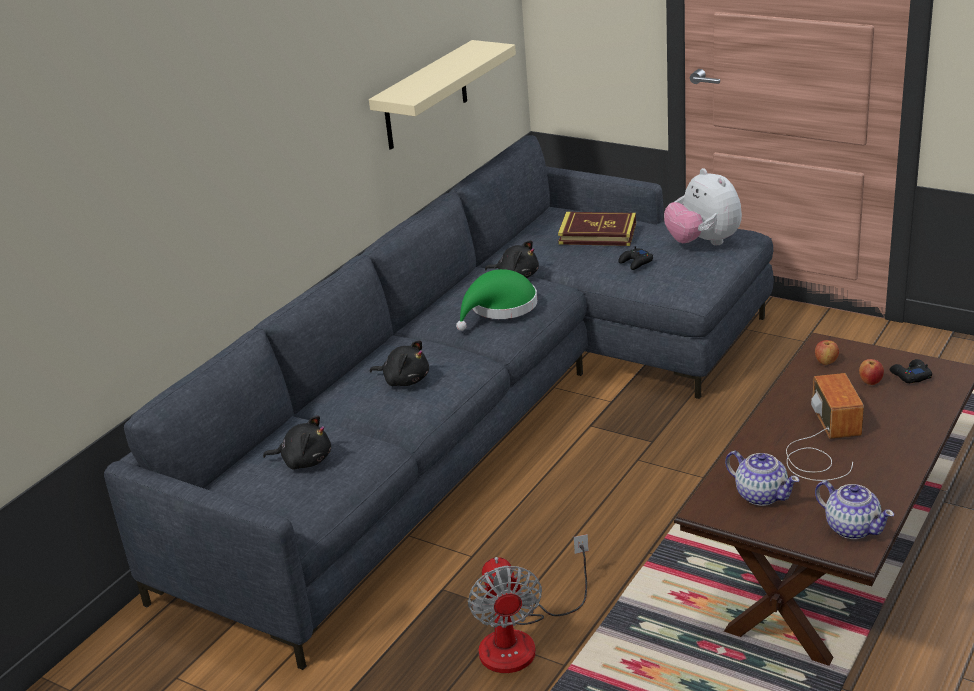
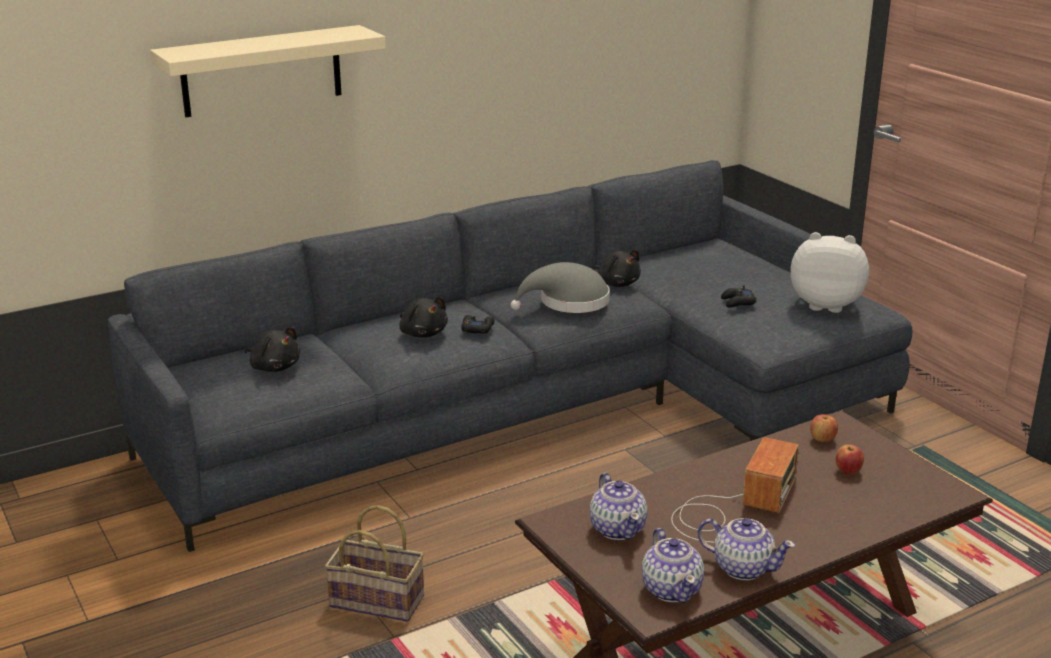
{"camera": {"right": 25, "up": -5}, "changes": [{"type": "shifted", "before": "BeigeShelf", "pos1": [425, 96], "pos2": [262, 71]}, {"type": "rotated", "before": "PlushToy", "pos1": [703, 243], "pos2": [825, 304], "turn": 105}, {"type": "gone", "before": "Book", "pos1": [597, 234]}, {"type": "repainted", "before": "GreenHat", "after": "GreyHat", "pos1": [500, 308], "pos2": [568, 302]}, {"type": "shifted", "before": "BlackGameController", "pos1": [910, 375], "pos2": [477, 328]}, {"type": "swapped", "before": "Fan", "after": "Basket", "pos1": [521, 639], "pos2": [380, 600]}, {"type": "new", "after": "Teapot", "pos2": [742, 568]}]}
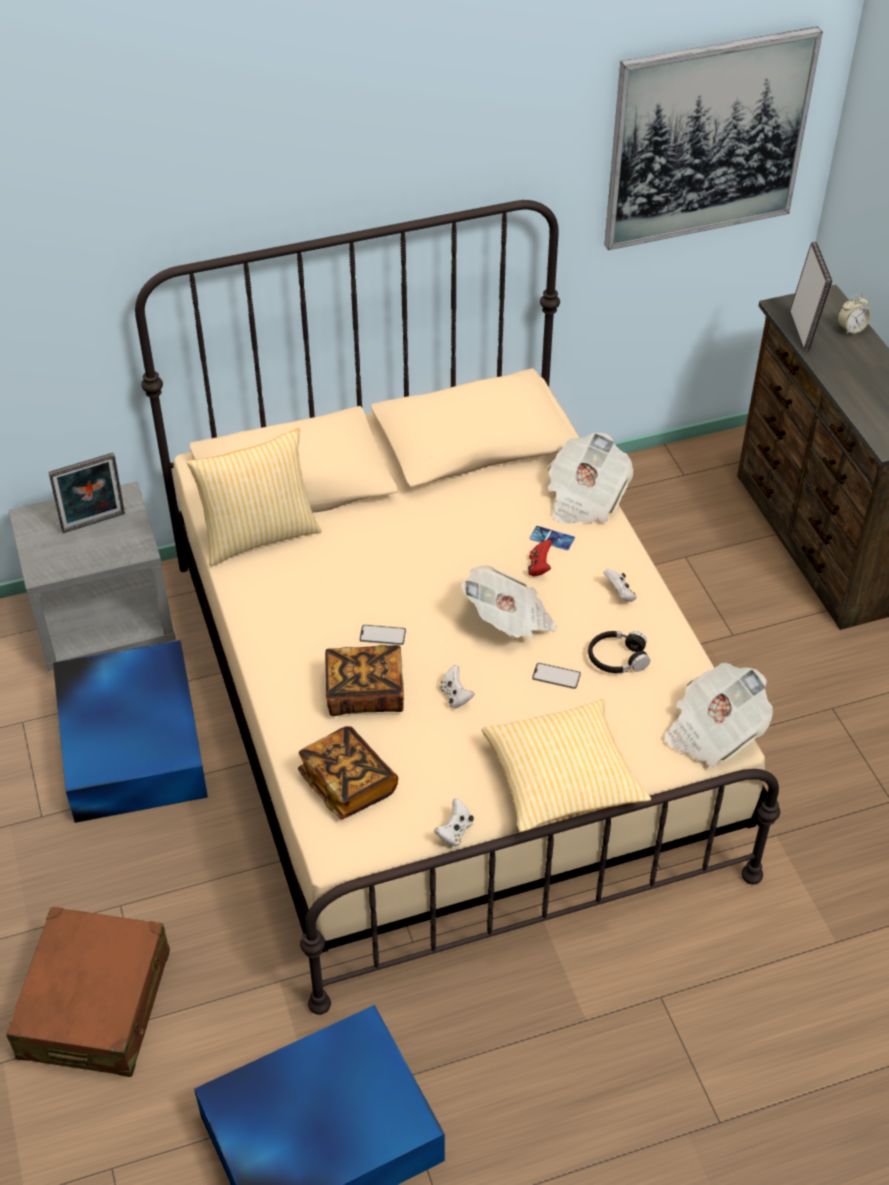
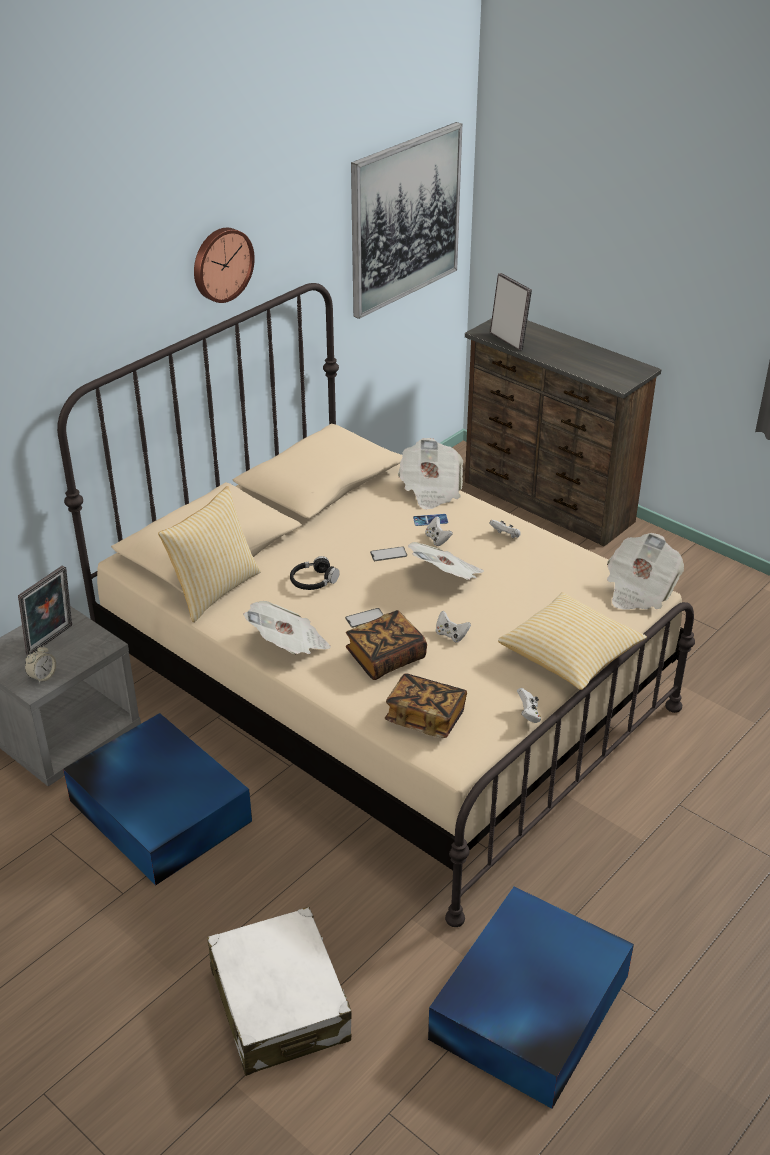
{"camera": {"right": -30, "up": -10}, "changes": [{"type": "shifted", "before": "AlarmClock", "pos1": [851, 329], "pos2": [42, 677]}, {"type": "repainted", "before": "RedGameController", "after": "WhiteGameController", "pos1": [539, 567], "pos2": [437, 539]}, {"type": "shifted", "before": "BlackHeadphones", "pos1": [617, 658], "pos2": [313, 581]}, {"type": "shifted", "before": "Phone", "pos1": [556, 676], "pos2": [388, 554]}, {"type": "repainted", "before": "BrownSuitcase", "after": "WhiteSuitcase", "pos1": [96, 1004], "pos2": [279, 1004]}, {"type": "new", "after": "WallClock", "pos2": [221, 264]}, {"type": "new", "after": "Newspaper", "pos2": [289, 645]}]}
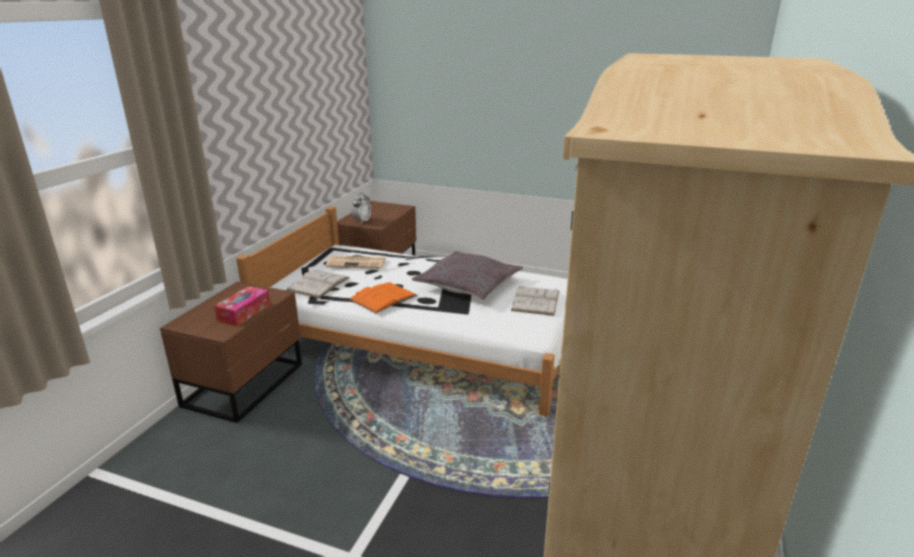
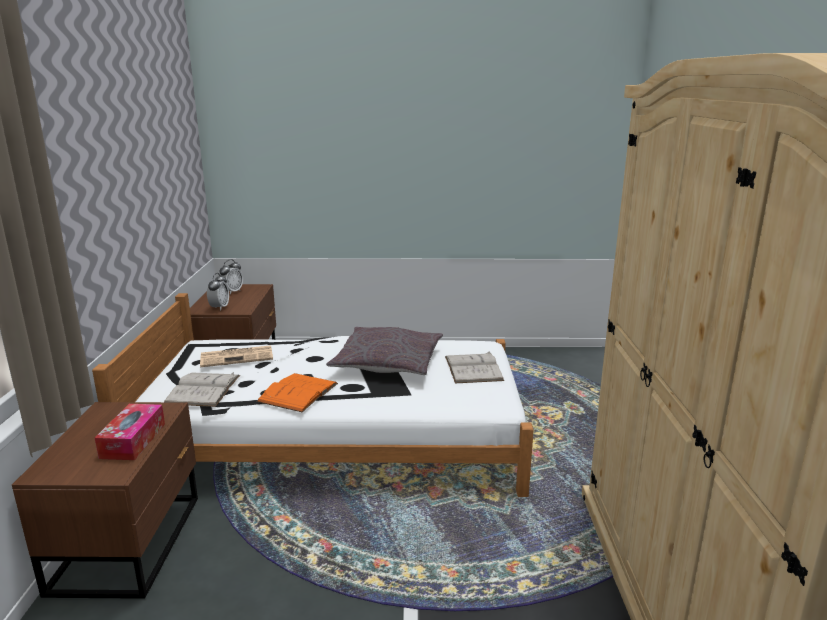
{"camera": {"right": -20, "up": -5}, "changes": [{"type": "new", "after": "AlarmClock", "pos2": [232, 292]}]}
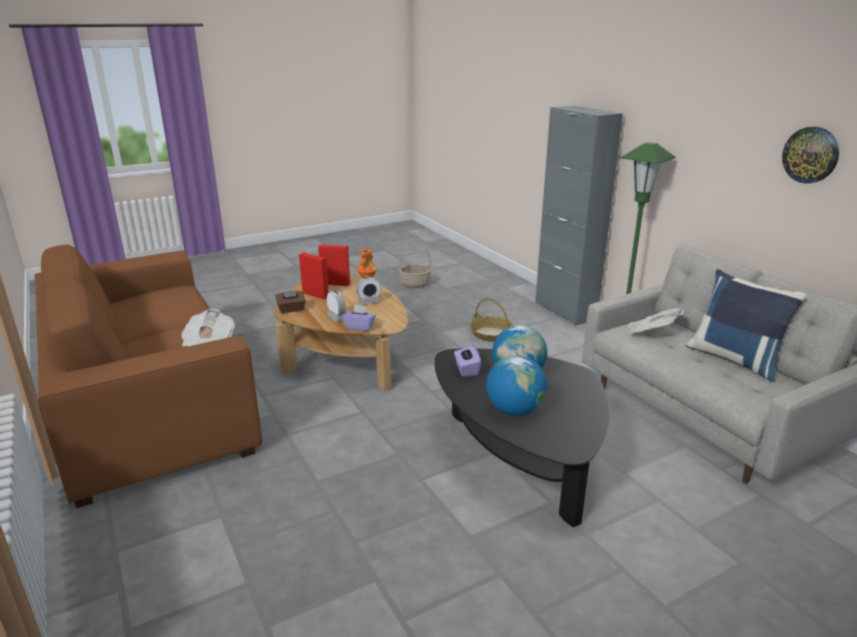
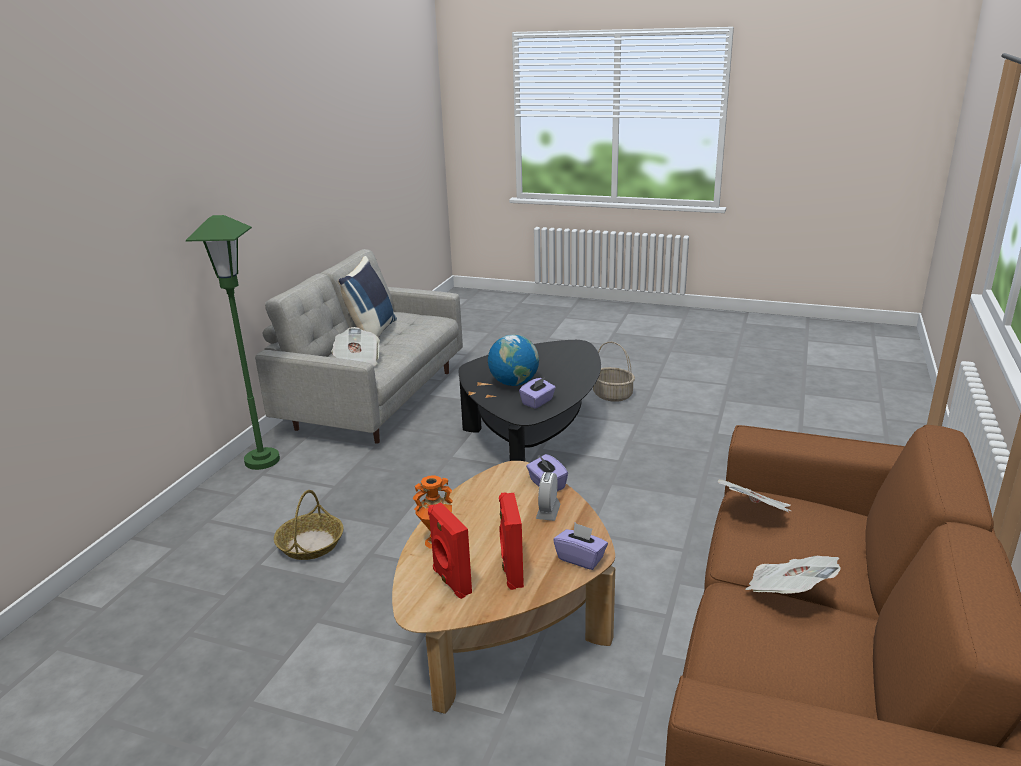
{"camera": {"right": -130, "up": 0}, "changes": [{"type": "gone", "before": "GreyCabinet", "pos1": [565, 311]}, {"type": "gone", "before": "WallClock", "pos1": [810, 155]}, {"type": "shifted", "before": "Basket", "pos1": [415, 284], "pos2": [612, 395]}, {"type": "gone", "before": "AlarmClock", "pos1": [369, 302]}, {"type": "repainted", "before": "BrownTissueBox", "after": "PurpleTissueBox", "pos1": [291, 309], "pos2": [580, 558]}, {"type": "gone", "before": "Globe", "pos1": [514, 410]}, {"type": "new", "after": "Newspaper", "pos2": [788, 592]}]}
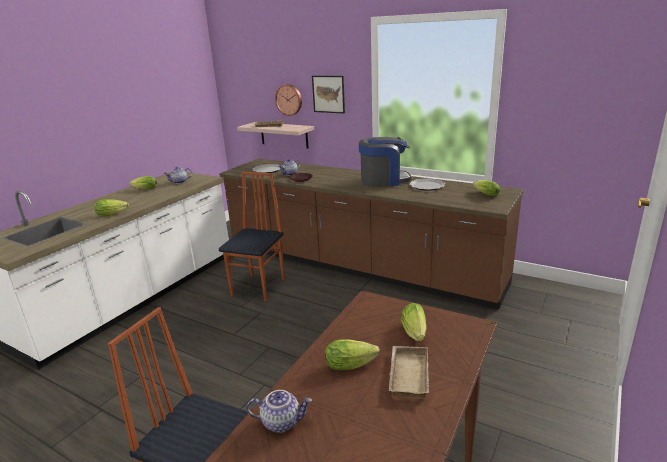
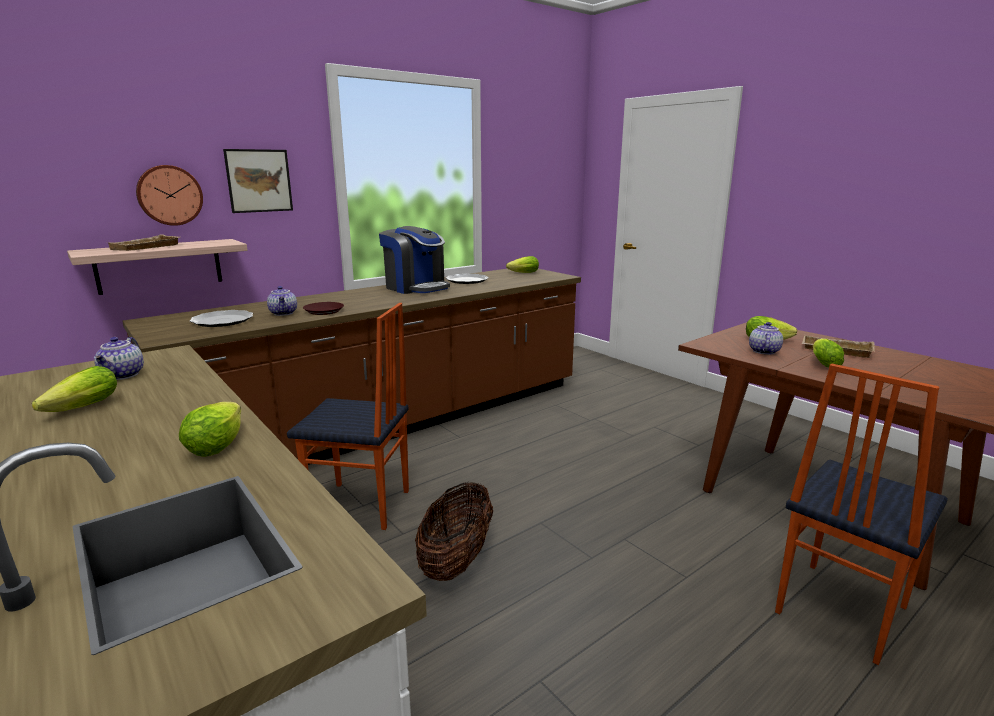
{"camera": {"right": -70, "up": -5}, "changes": [{"type": "rotated", "before": "CoffeeMachine", "pos1": [384, 180], "pos2": [416, 287], "turn": 120}, {"type": "rotated", "before": "Chair", "pos1": [259, 287], "pos2": [360, 507], "turn": 150}, {"type": "shifted", "before": "Teapot", "pos1": [281, 422], "pos2": [763, 351]}, {"type": "new", "after": "Basket", "pos2": [456, 560]}]}
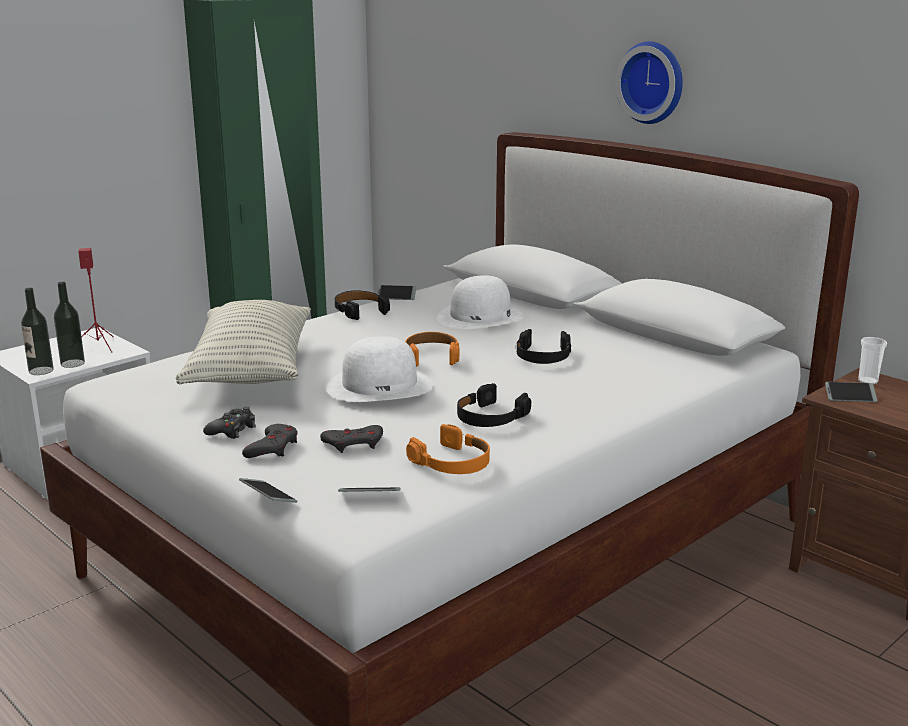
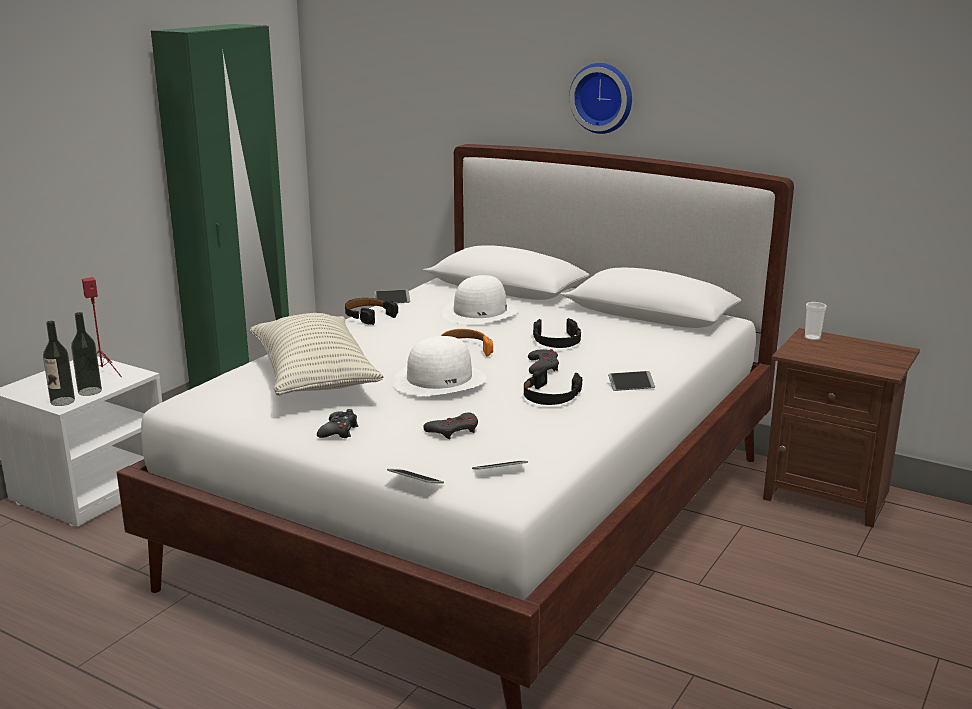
{"camera": {"right": -15, "up": 0}, "changes": [{"type": "shifted", "before": "Phone", "pos1": [850, 397], "pos2": [631, 385]}, {"type": "shifted", "before": "GreyGameController", "pos1": [272, 447], "pos2": [543, 366]}, {"type": "gone", "before": "OrangeHeadphones", "pos1": [452, 462]}]}
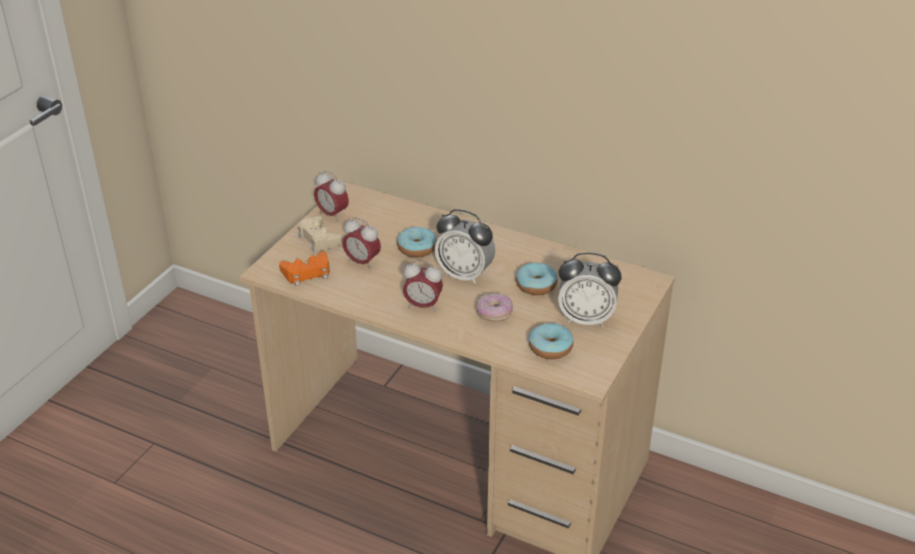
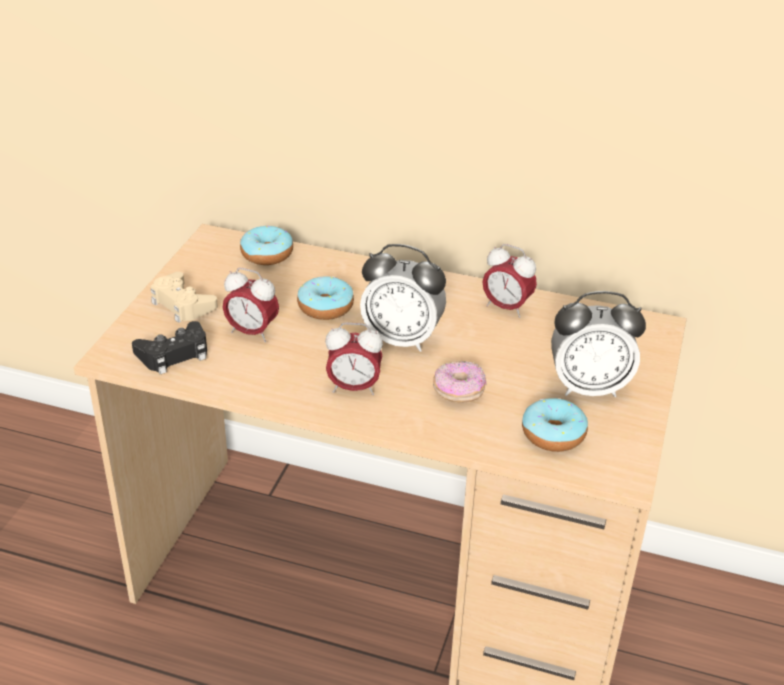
{"camera": {"right": -10, "up": 0}, "changes": [{"type": "shifted", "before": "AlarmClock", "pos1": [332, 214], "pos2": [506, 308]}, {"type": "repainted", "before": "OrangeGameController", "after": "BlackGameController", "pos1": [307, 273], "pos2": [174, 354]}, {"type": "shifted", "before": "Donut", "pos1": [536, 285], "pos2": [267, 254]}]}
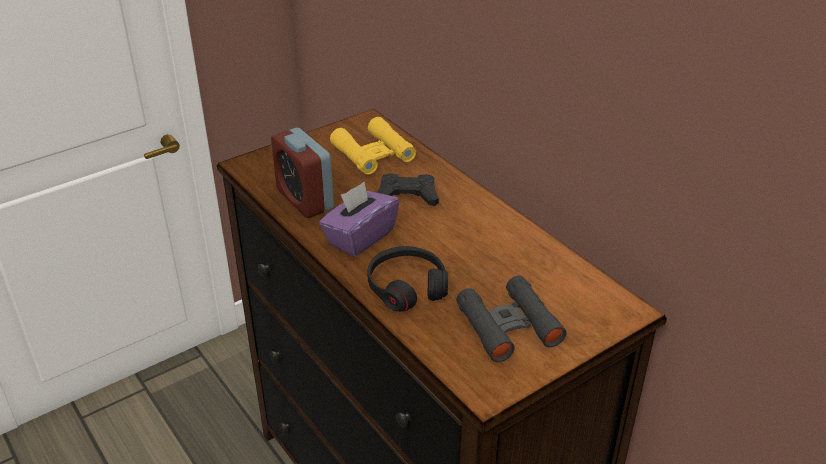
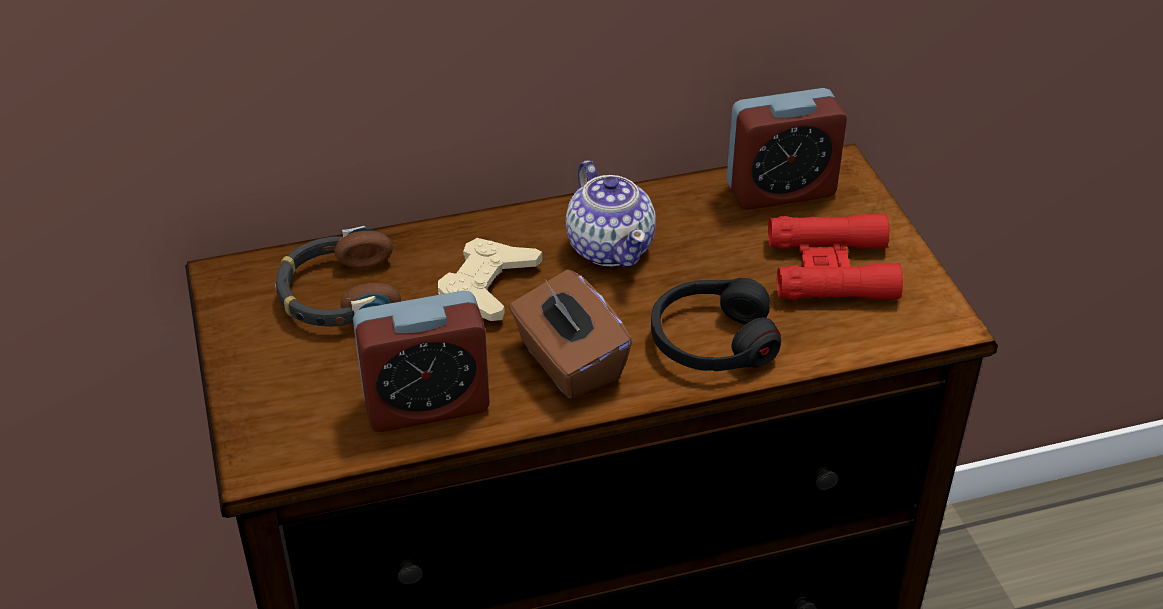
{"camera": {"right": -70, "up": 5}, "changes": [{"type": "swapped", "before": "YellowBinoculars", "after": "Headphones", "pos1": [373, 153], "pos2": [338, 294]}, {"type": "repainted", "before": "BlackGameController", "after": "BeigeGameController", "pos1": [407, 196], "pos2": [487, 286]}, {"type": "repainted", "before": "PurpleTissueBox", "after": "BrownTissueBox", "pos1": [360, 237], "pos2": [568, 362]}, {"type": "repainted", "before": "BlackBinoculars", "after": "RedBinoculars", "pos1": [508, 326], "pos2": [831, 270]}, {"type": "new", "after": "AlarmClock", "pos2": [780, 190]}, {"type": "new", "after": "Teapot", "pos2": [610, 247]}]}
